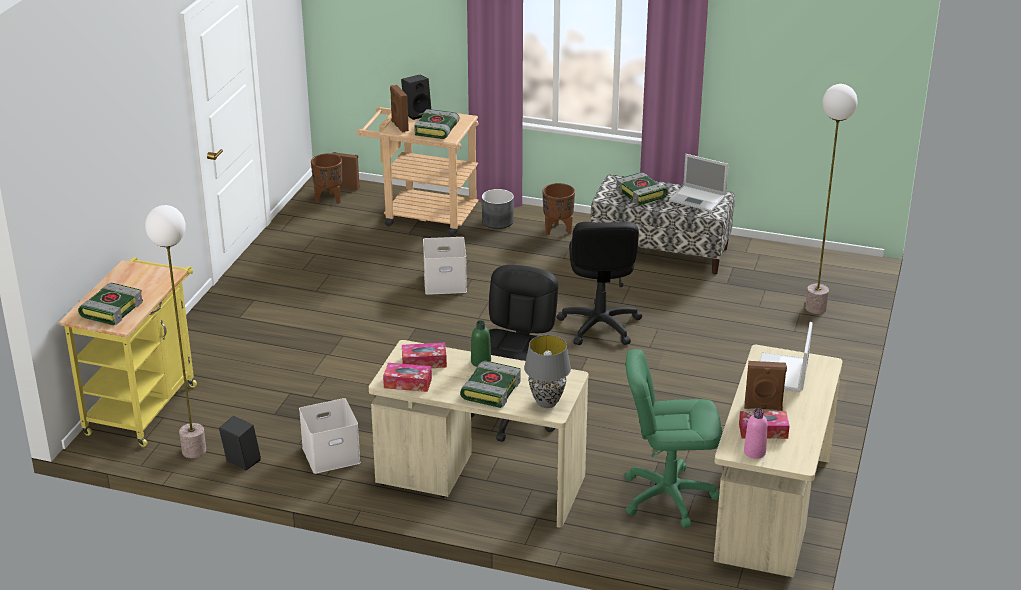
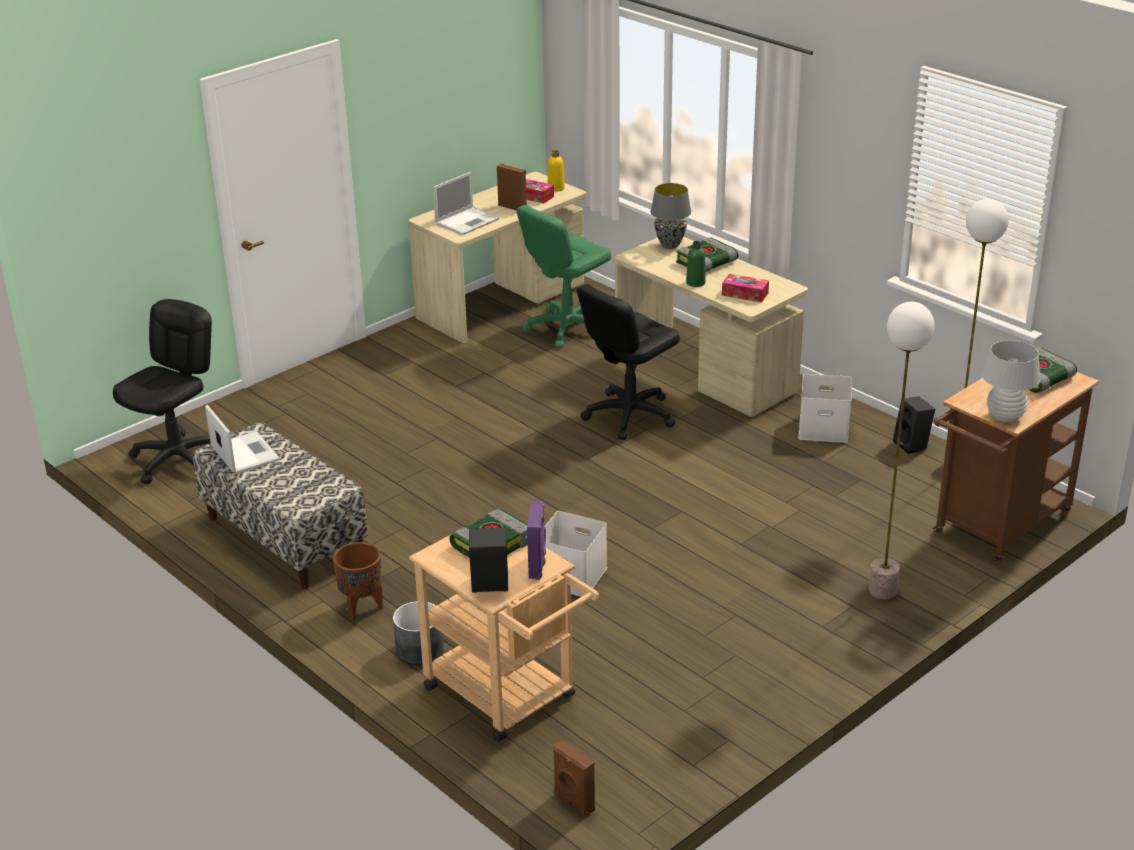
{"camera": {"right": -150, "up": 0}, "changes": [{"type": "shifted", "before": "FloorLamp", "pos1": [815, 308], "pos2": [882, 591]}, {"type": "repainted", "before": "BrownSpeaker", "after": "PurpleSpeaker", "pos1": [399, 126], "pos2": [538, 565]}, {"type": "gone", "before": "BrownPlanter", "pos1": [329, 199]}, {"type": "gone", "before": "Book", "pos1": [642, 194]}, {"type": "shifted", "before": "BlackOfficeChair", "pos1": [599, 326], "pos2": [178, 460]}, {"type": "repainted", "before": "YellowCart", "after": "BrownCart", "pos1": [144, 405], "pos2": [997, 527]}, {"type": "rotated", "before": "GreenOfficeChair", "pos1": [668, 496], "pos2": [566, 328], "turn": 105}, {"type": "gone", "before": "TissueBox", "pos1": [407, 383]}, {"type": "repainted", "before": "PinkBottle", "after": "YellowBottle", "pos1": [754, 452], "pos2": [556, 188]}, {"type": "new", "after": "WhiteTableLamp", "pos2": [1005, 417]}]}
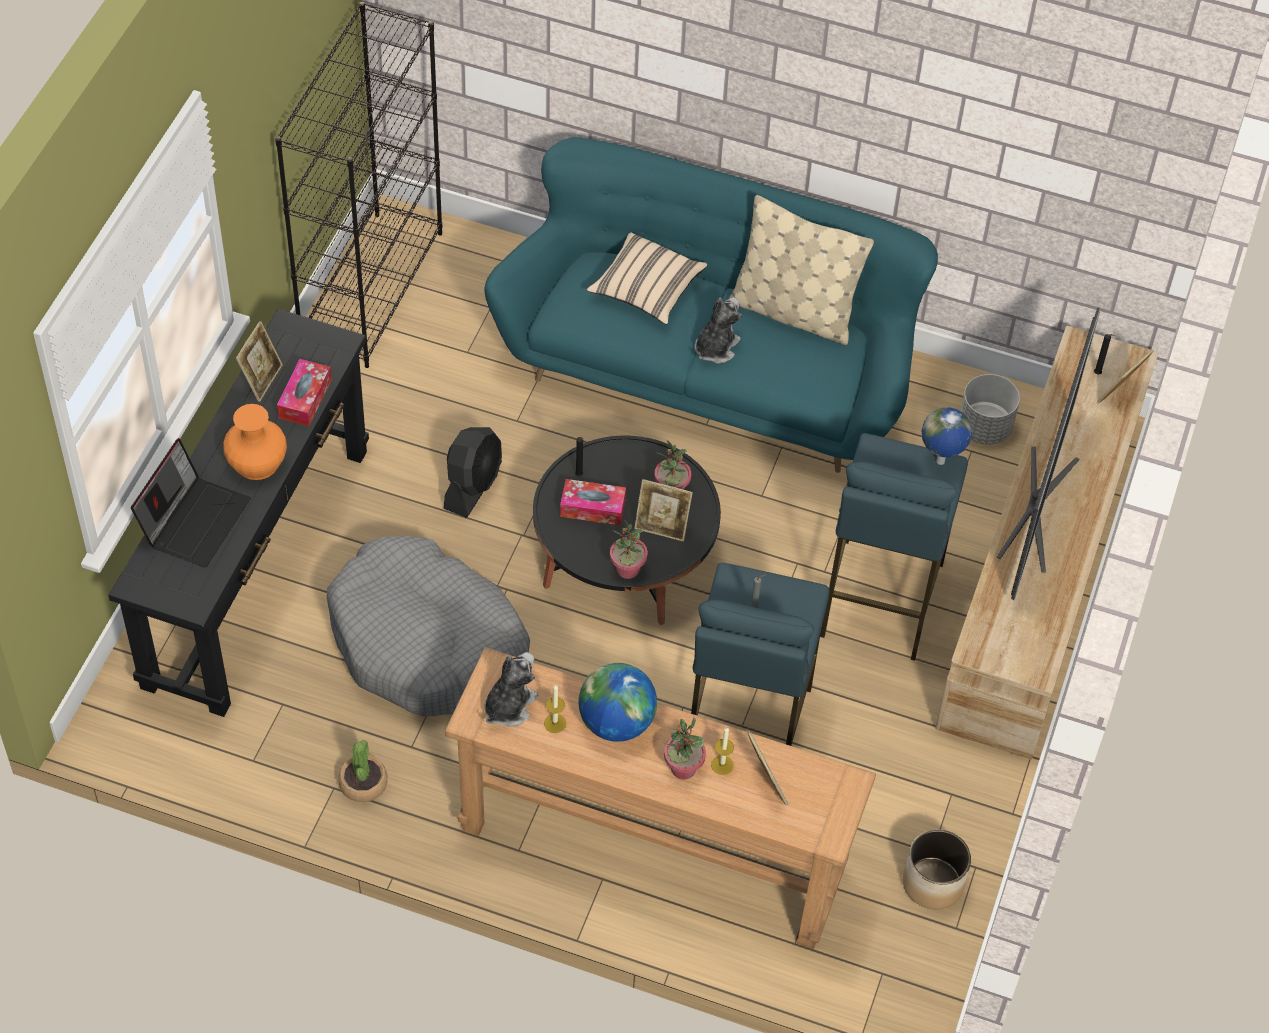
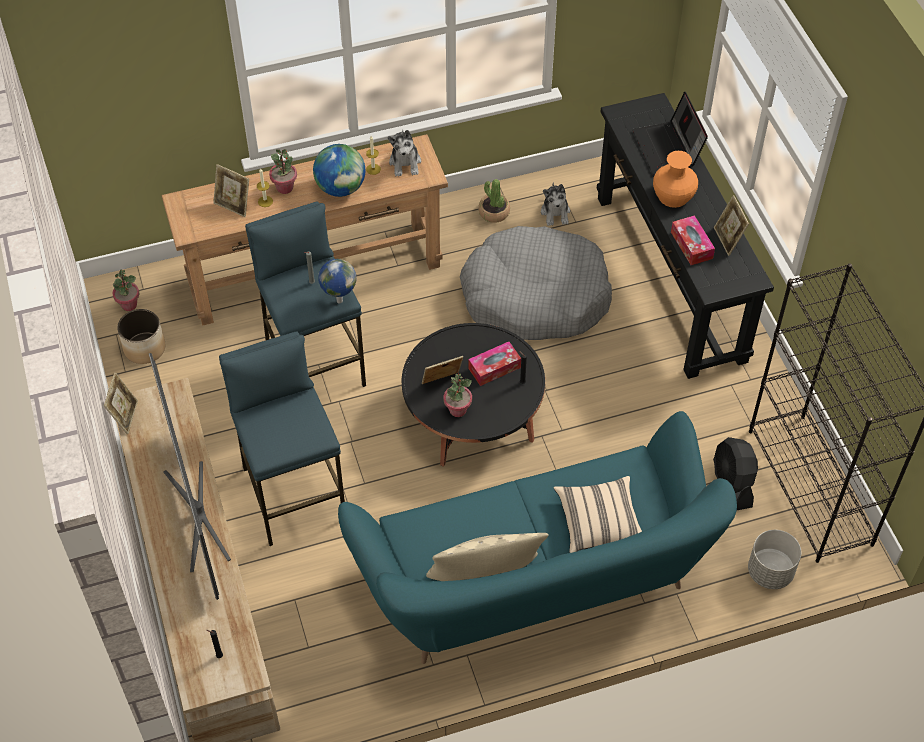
{"camera": {"right": 145, "up": 0}, "changes": [{"type": "shifted", "before": "PlushToy", "pos1": [715, 347], "pos2": [555, 213]}, {"type": "shifted", "before": "PictureFrame", "pos1": [1119, 394], "pos2": [125, 416]}, {"type": "shifted", "before": "GreyPlanter", "pos1": [985, 428], "pos2": [770, 572]}, {"type": "shifted", "before": "Globe", "pos1": [941, 462], "pos2": [339, 300]}, {"type": "shifted", "before": "BlackFan", "pos1": [473, 485], "pos2": [732, 484]}, {"type": "shifted", "before": "PottedPlant", "pos1": [627, 569], "pos2": [129, 305]}]}
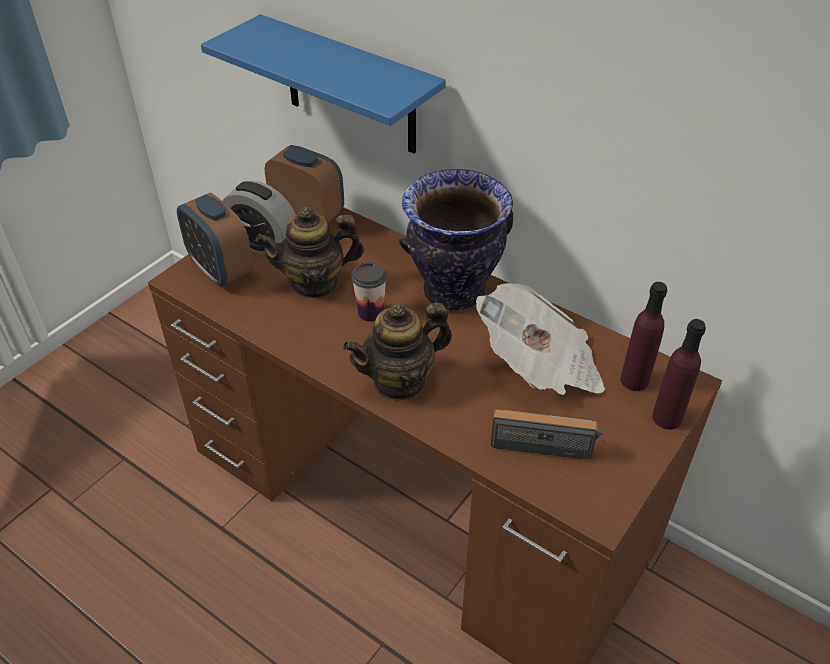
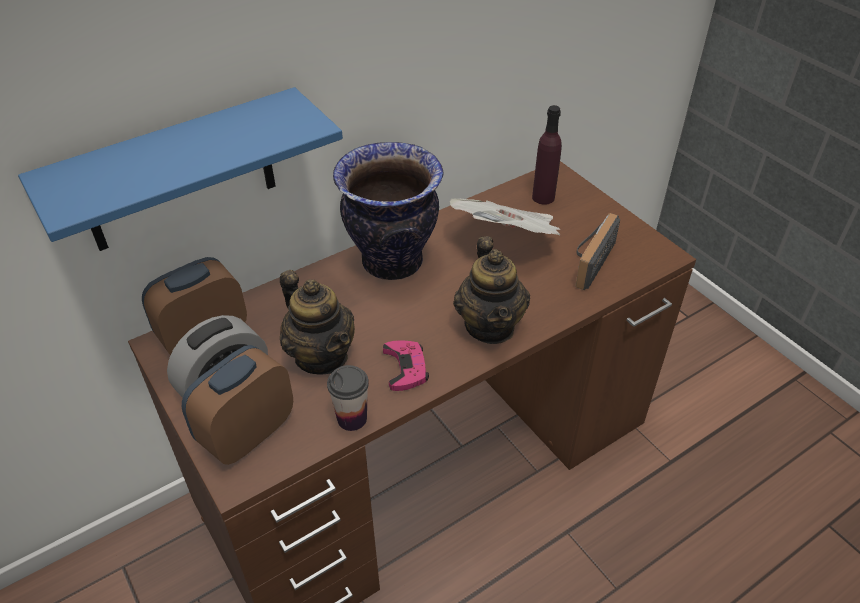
{"camera": {"right": -70, "up": 0}, "changes": [{"type": "rotated", "before": "AlarmClock", "pos1": [221, 270], "pos2": [247, 433], "turn": 150}, {"type": "rotated", "before": "Teapot", "pos1": [315, 283], "pos2": [321, 356], "turn": -45}, {"type": "shifted", "before": "Cup", "pos1": [370, 312], "pos2": [352, 418]}, {"type": "gone", "before": "PurpleBottle", "pos1": [667, 418]}, {"type": "new", "after": "PinkGameController", "pos2": [406, 368]}]}
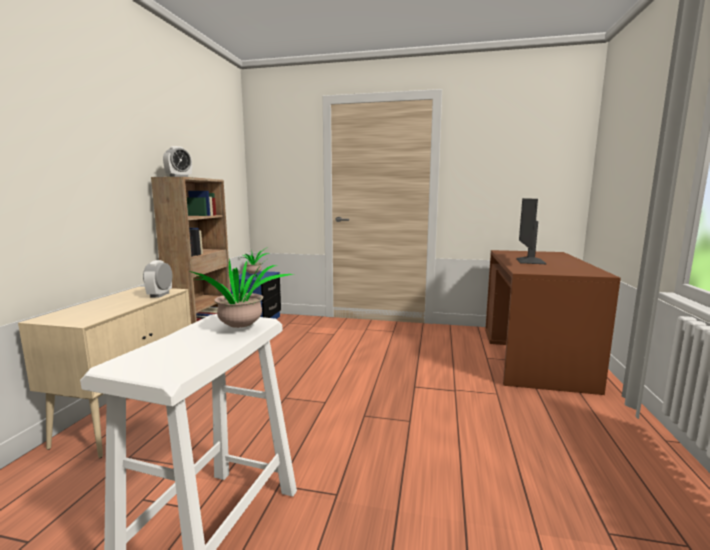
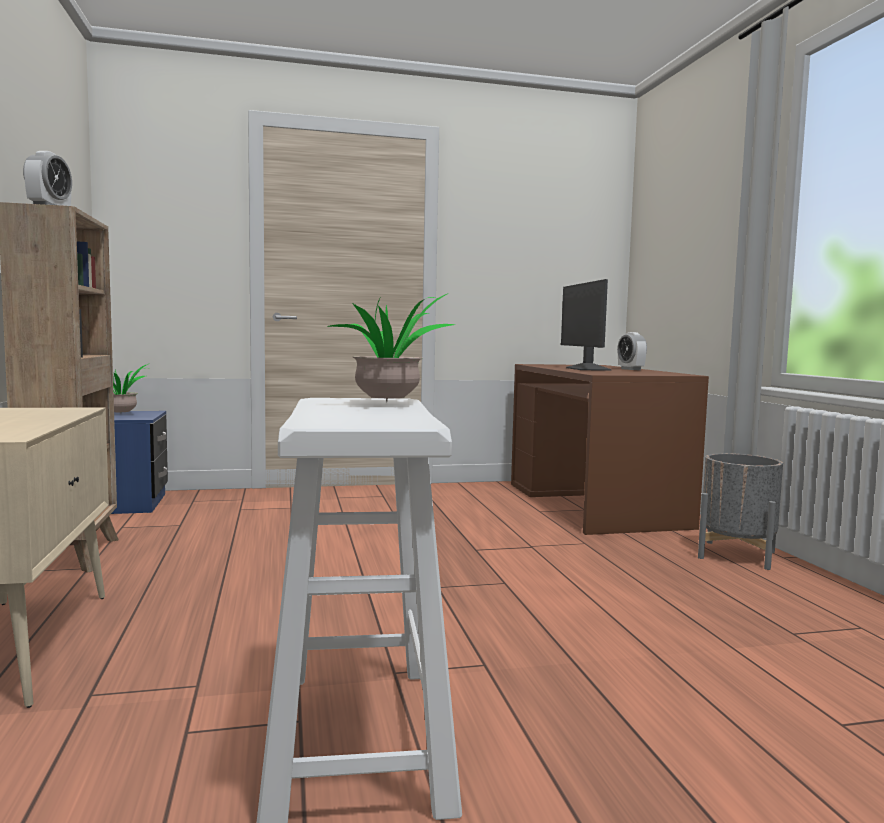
{"camera": {"right": -25, "up": -5}, "changes": [{"type": "shifted", "before": "AlarmClock", "pos1": [160, 295], "pos2": [631, 369]}, {"type": "new", "after": "GreyPlanter", "pos2": [736, 555]}]}
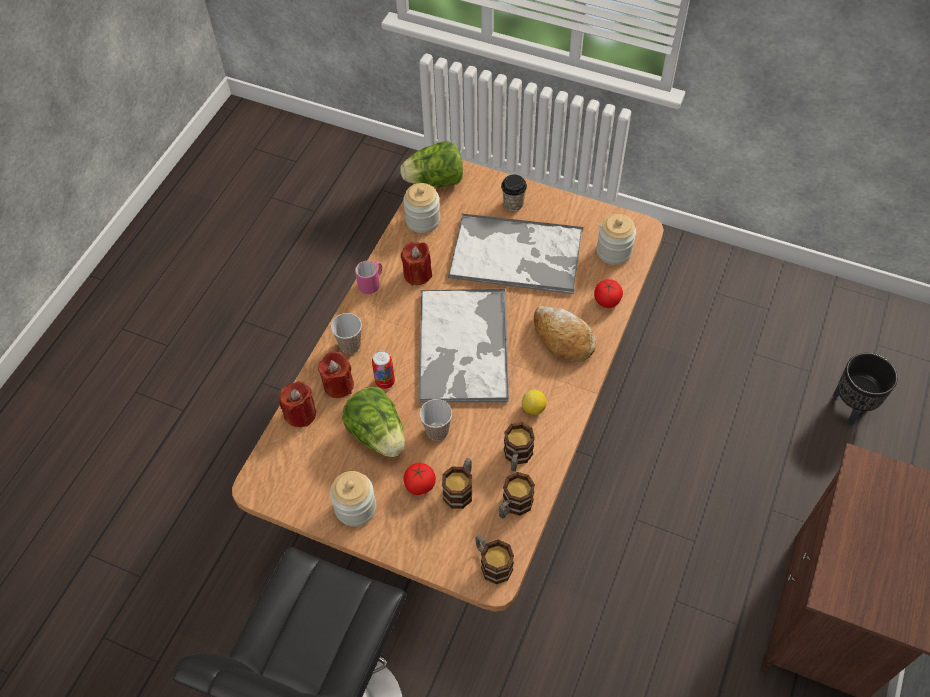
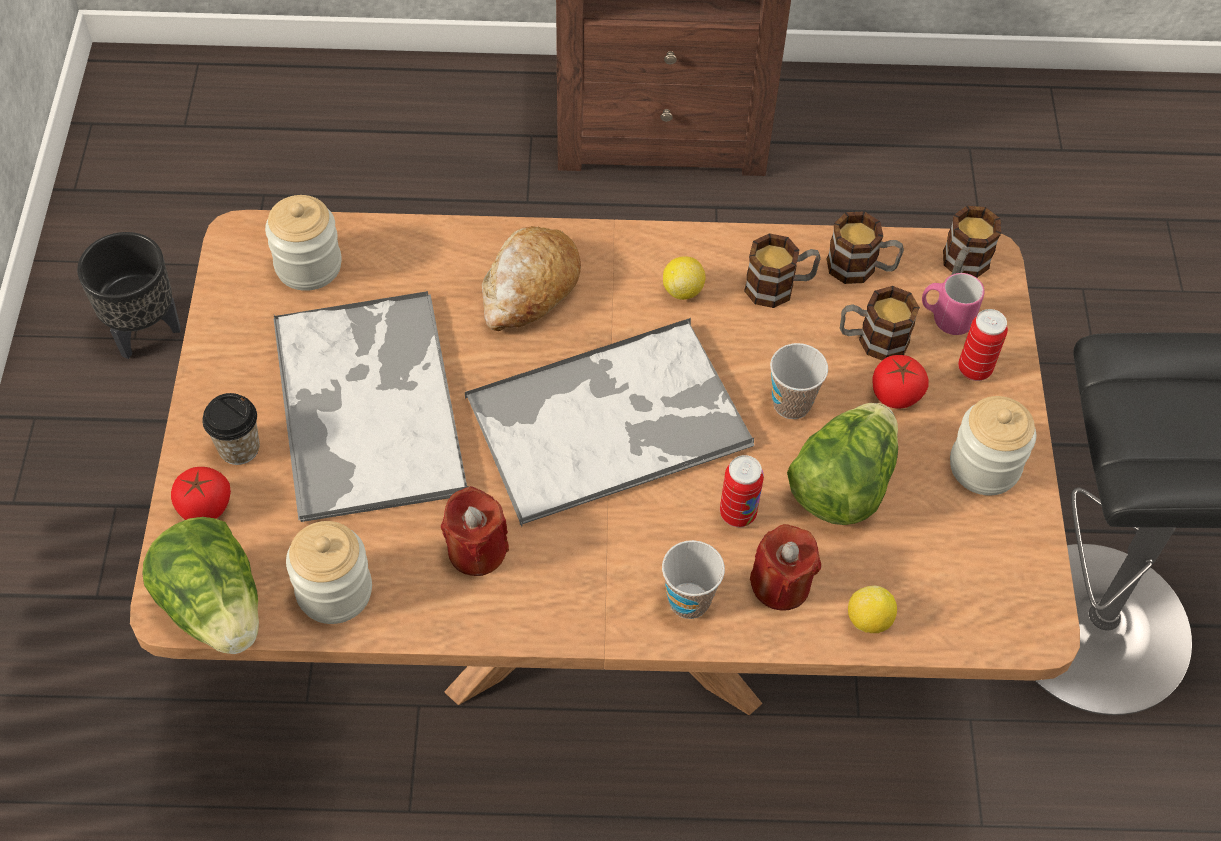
{"camera": {"right": -115, "up": 0}, "changes": [{"type": "shifted", "before": "PinkMug", "pos1": [371, 283], "pos2": [945, 318]}, {"type": "shifted", "before": "Tomato", "pos1": [607, 300], "pos2": [205, 507]}, {"type": "shifted", "before": "BlackPlanter", "pos1": [851, 407], "pos2": [145, 332]}, {"type": "swapped", "before": "RedCandle", "after": "Lemon", "pos1": [300, 414], "pos2": [868, 620]}, {"type": "new", "after": "Can", "pos2": [974, 369]}]}
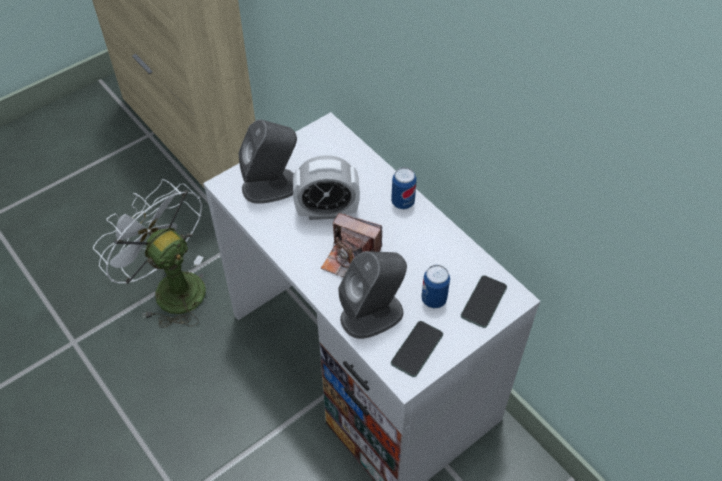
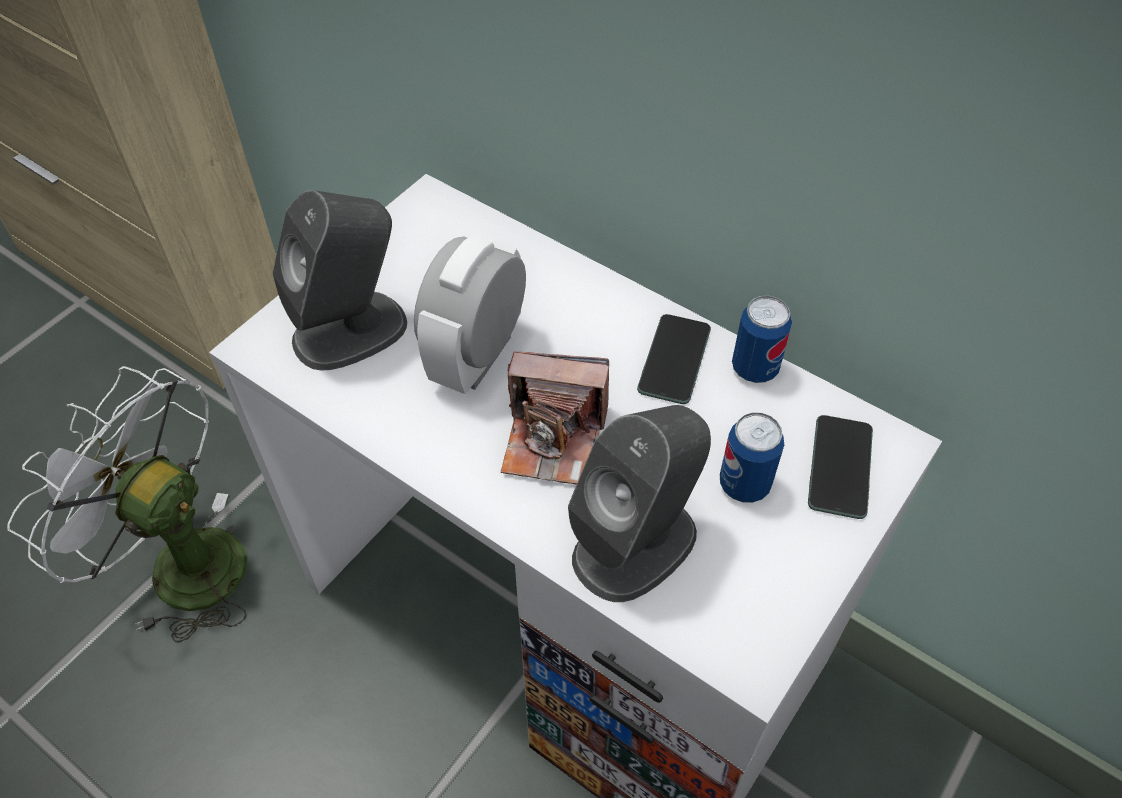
{"camera": {"right": -15, "up": 0}, "changes": [{"type": "rotated", "before": "AlarmClock", "pos1": [327, 211], "pos2": [477, 356], "turn": 135}, {"type": "shifted", "before": "Can", "pos1": [403, 202], "pos2": [754, 368]}, {"type": "shifted", "before": "Phone", "pos1": [417, 349], "pos2": [674, 359]}]}
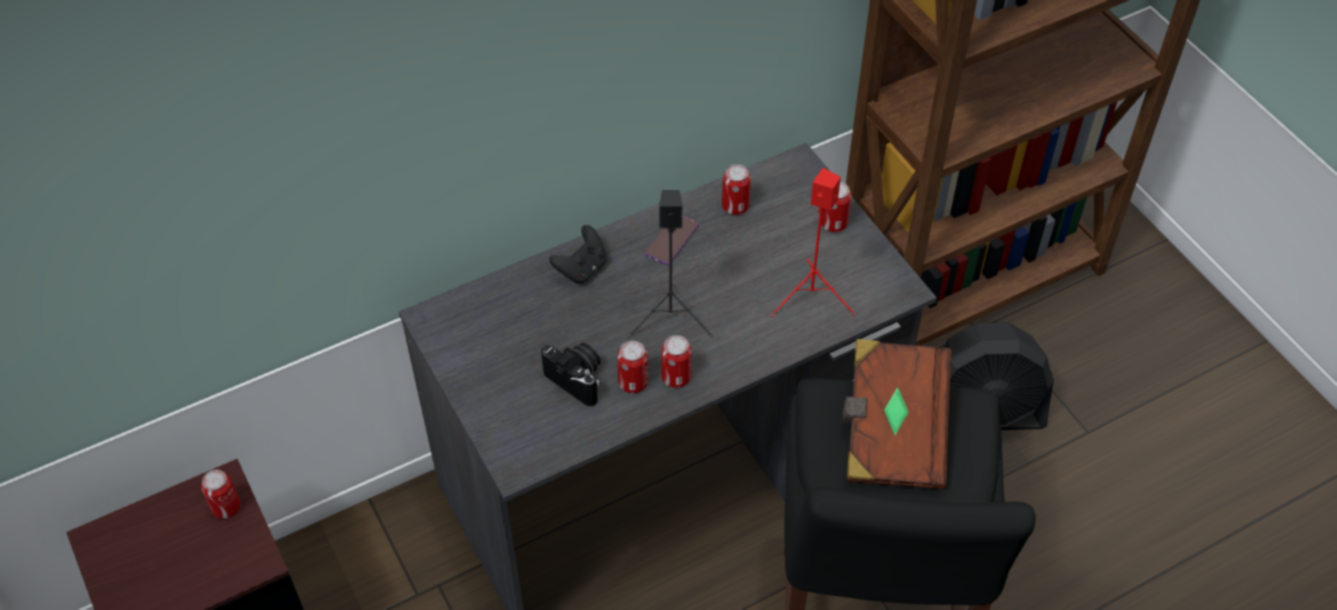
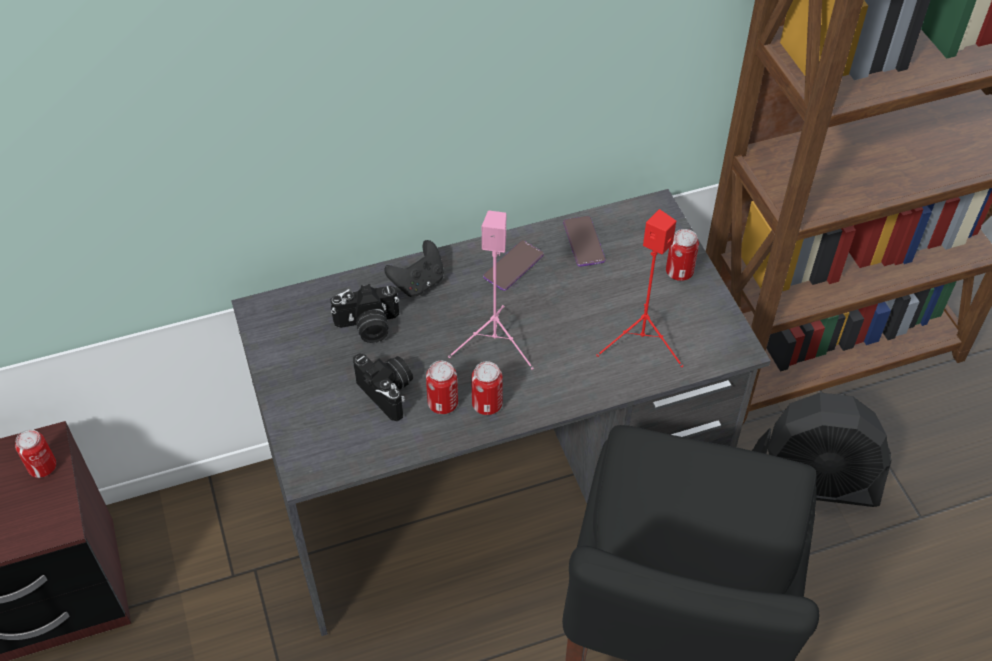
{"camera": {"right": 10, "up": 0}, "changes": [{"type": "swapped", "before": "Can", "after": "Phone", "pos1": [735, 206], "pos2": [583, 242]}, {"type": "repainted", "before": "BlackSpeaker", "after": "PinkSpeaker", "pos1": [671, 318], "pos2": [496, 343]}, {"type": "gone", "before": "BrownBook", "pos1": [892, 432]}, {"type": "new", "after": "PhotoCamera", "pos2": [368, 326]}]}
